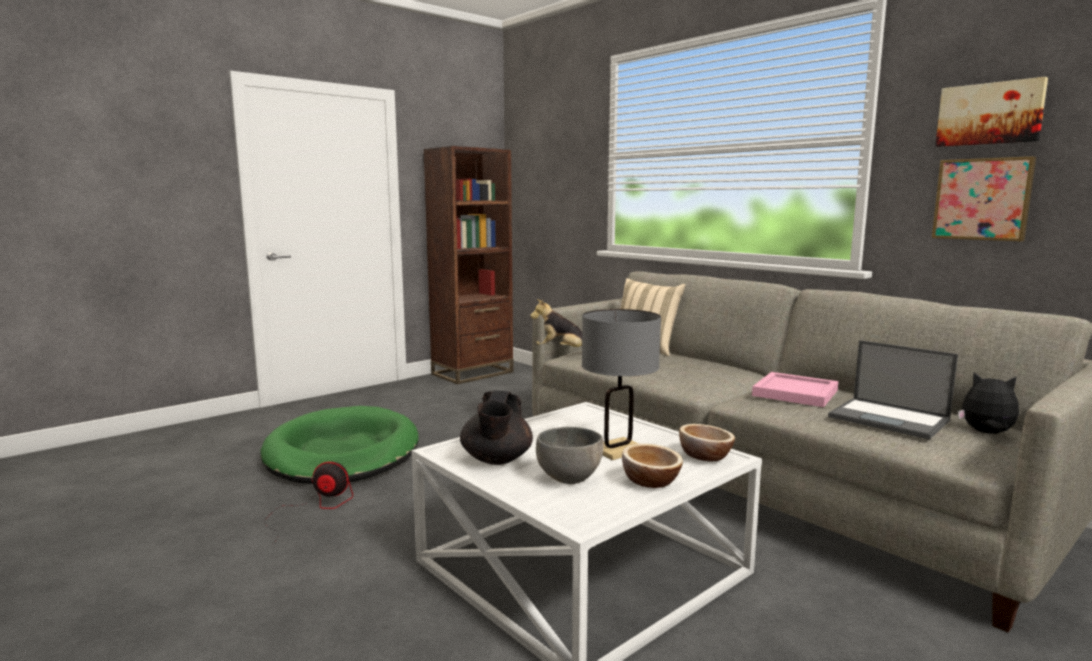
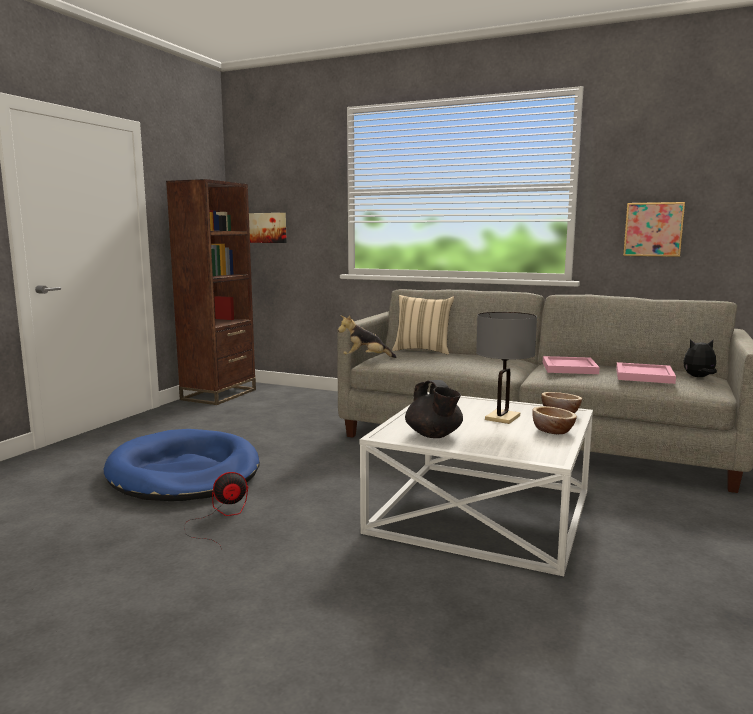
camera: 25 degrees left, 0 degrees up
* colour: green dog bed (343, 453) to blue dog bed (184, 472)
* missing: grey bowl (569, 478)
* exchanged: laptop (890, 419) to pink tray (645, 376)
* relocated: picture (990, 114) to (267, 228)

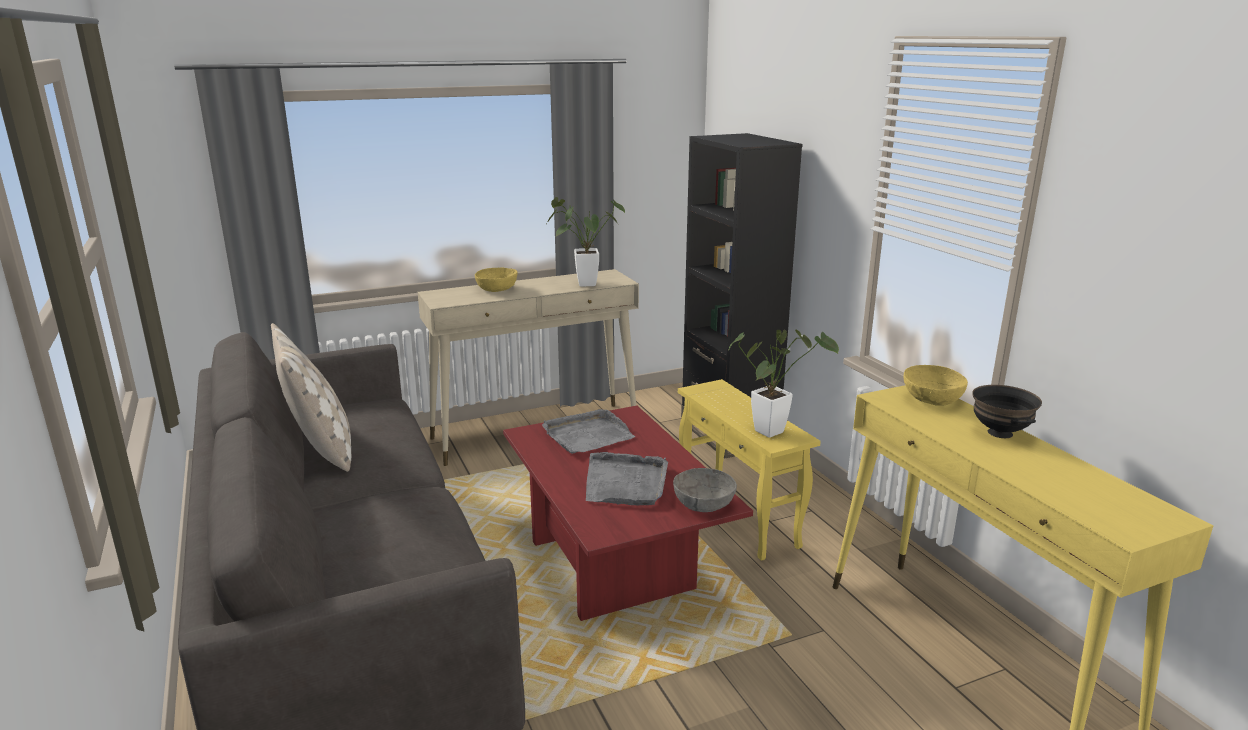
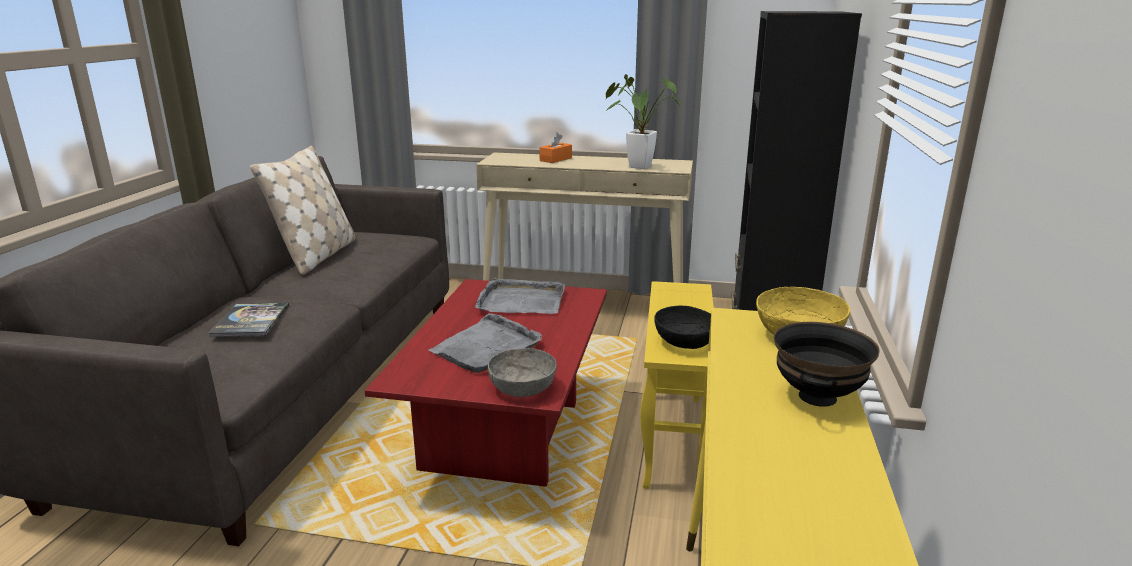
camera: 35 degrees right, 0 degrees up
* exchanged: yellow bowl (497, 289) to orange tissue box (555, 159)
* exchanged: potted plant (774, 430) to black bowl (685, 342)
* appeared: book (251, 321)

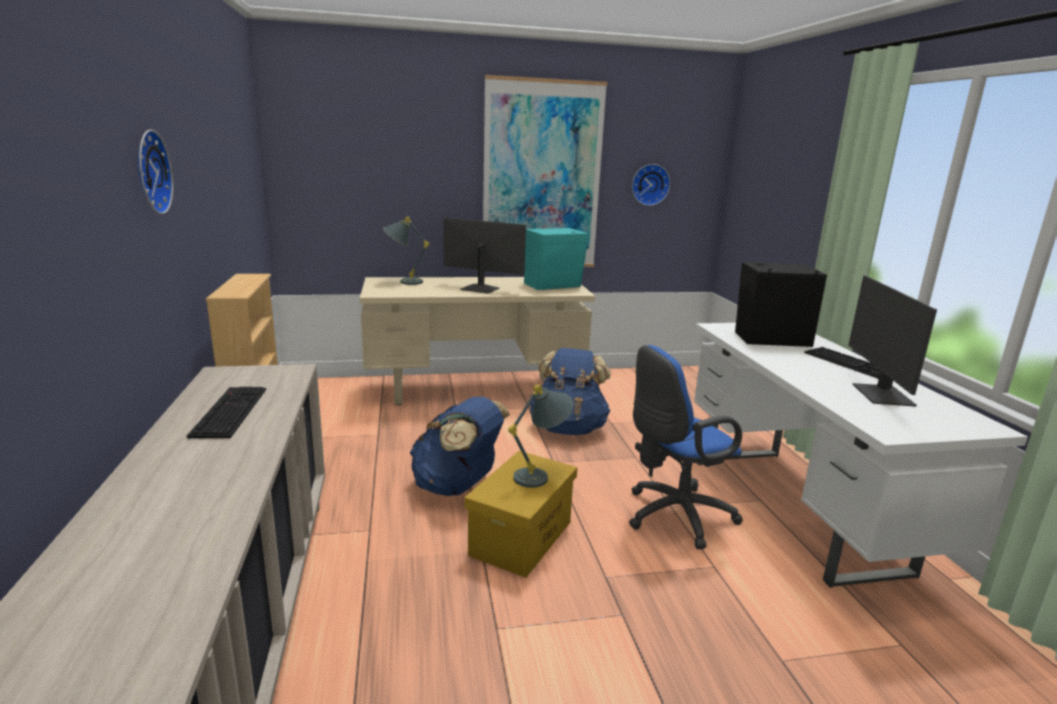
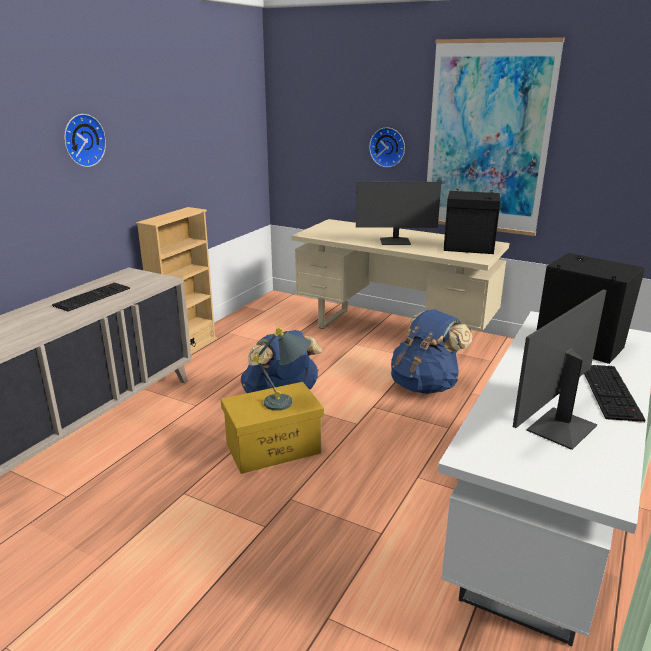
camera: 40 degrees right, 5 degrees up
* missing: grey table lamp (403, 282)
* spun: monitor (480, 288) = (395, 242) 120 degrees clockwise
* colour: turquoise speaker (554, 285) to black speaker (469, 249)
* missing: blue office chair (673, 516)
* relocated: wall clock (649, 184) to (388, 147)

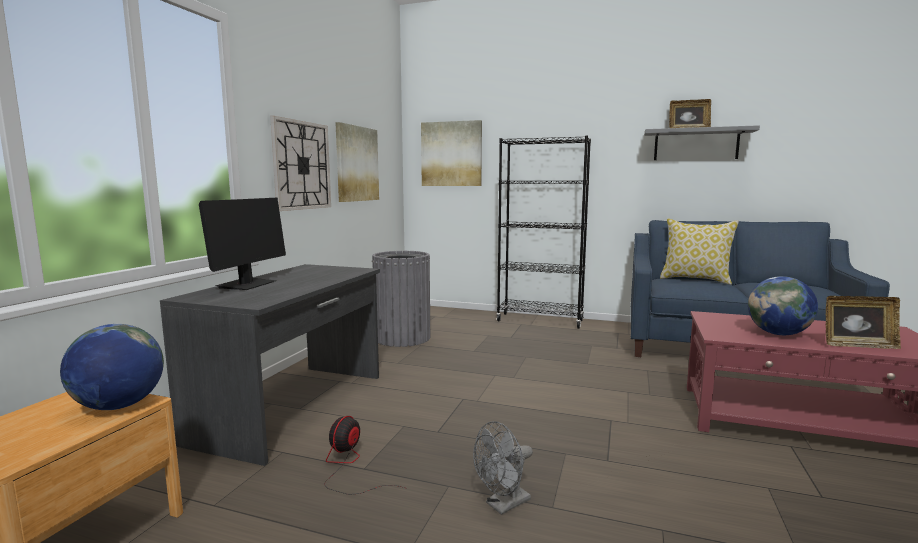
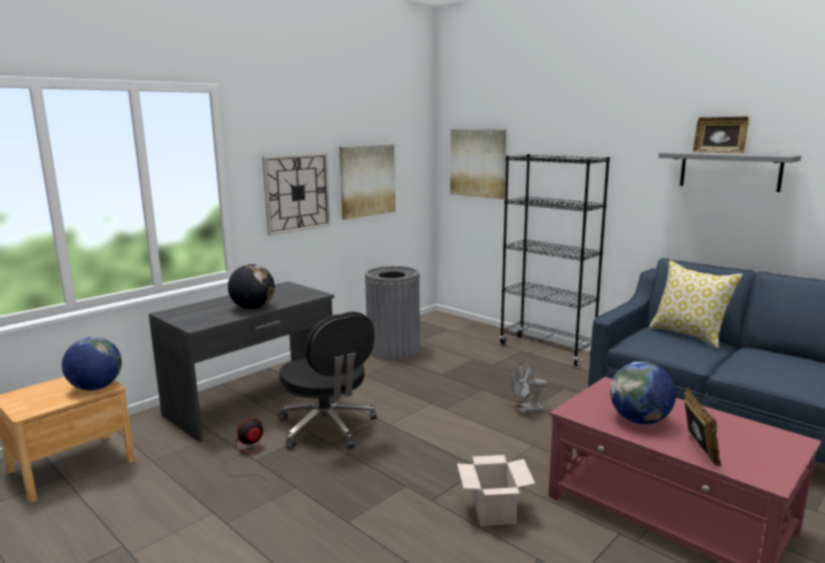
camera: 25 degrees right, 5 degrees up
* missing: monitor (247, 285)
* relocated: grey fan (503, 505) to (526, 410)
* spun: picture frame (858, 345) = (697, 450) 120 degrees counterclockwise
* appeared: globe (253, 308)
* appeared: black office chair (327, 427)
* appeared: cardboard box (492, 510)

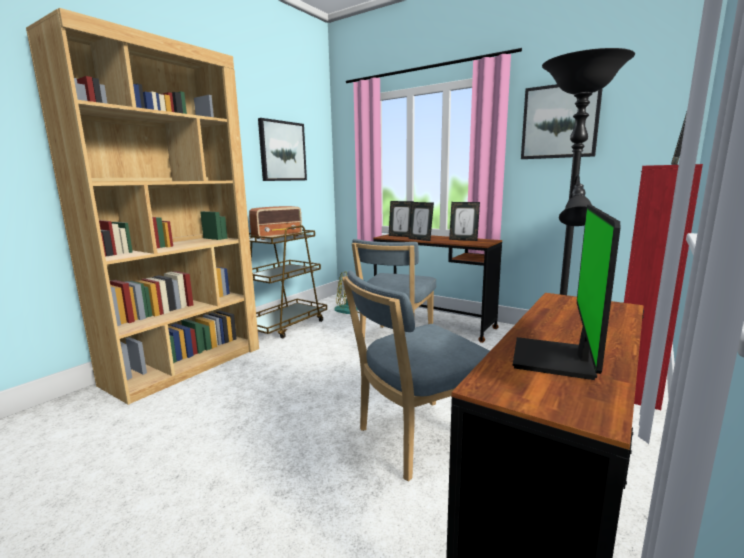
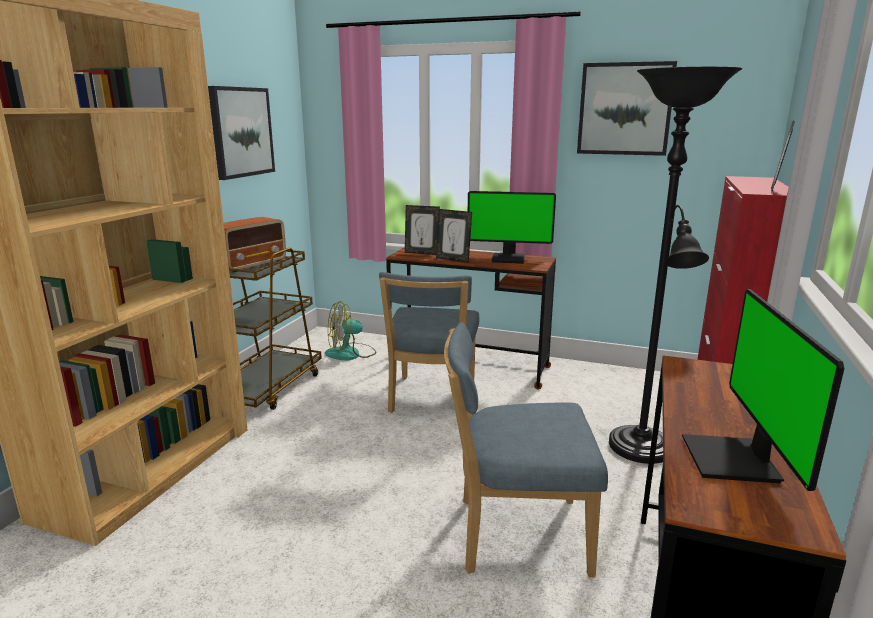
camera: 15 degrees left, 5 degrees up
* spun: blue chair (416, 439) = (515, 535) 45 degrees clockwise
* exchanged: picture frame (463, 240) to monitor (509, 258)

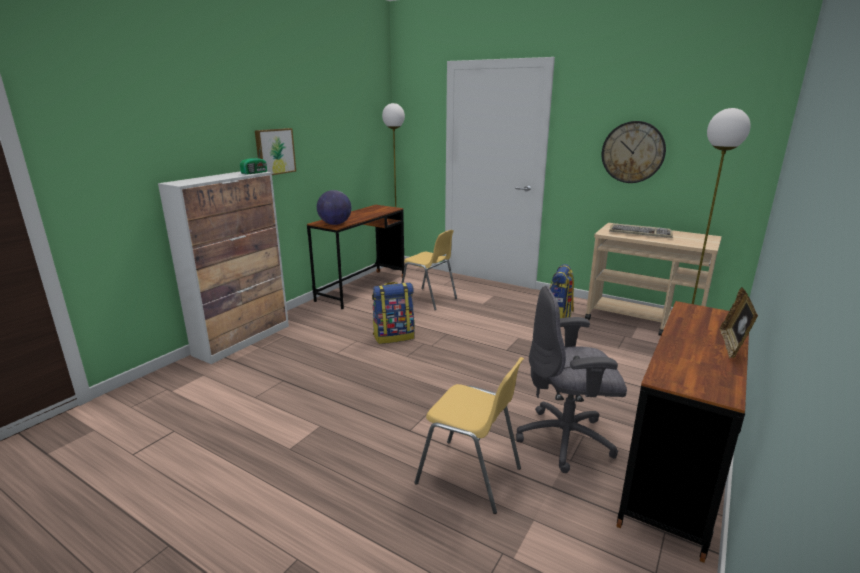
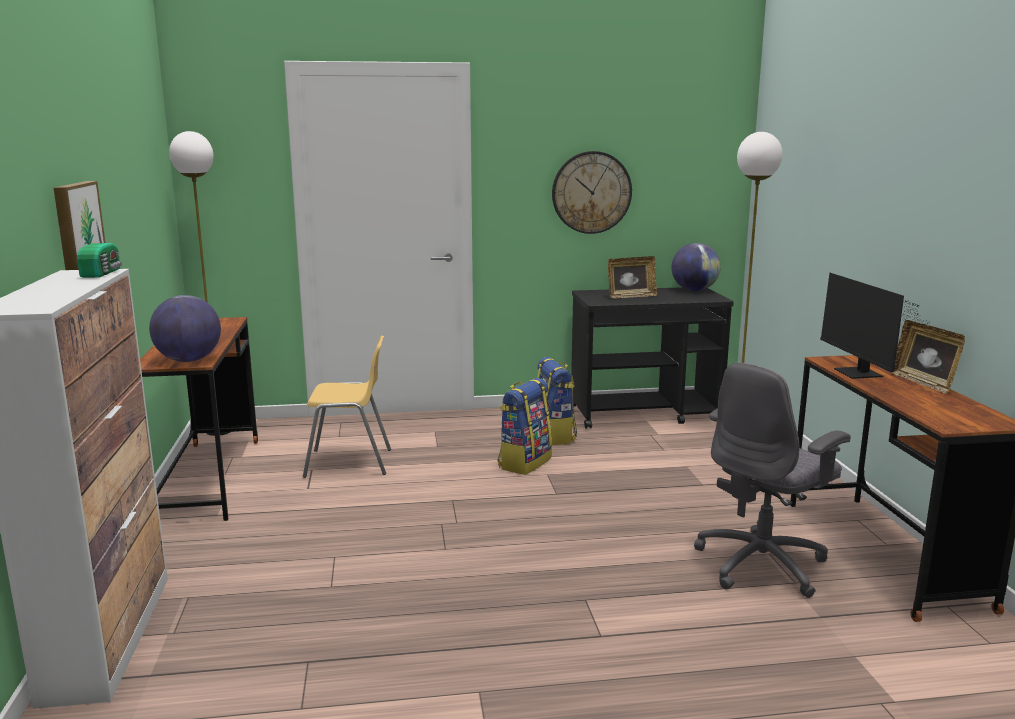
camera: 40 degrees left, 5 degrees down
* relocated: backpack (394, 336) to (524, 462)
* missing: yellow chair (470, 476)
* colour: beige cart (644, 322) to black cart (645, 414)
* exchanged: keyboard (640, 233) to picture frame (631, 296)
* appeared: globe (694, 290)
* appeared: monitor (860, 375)

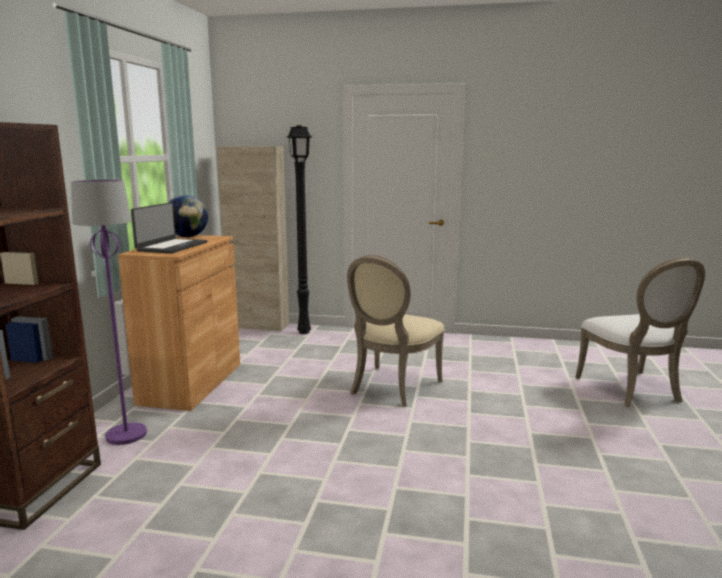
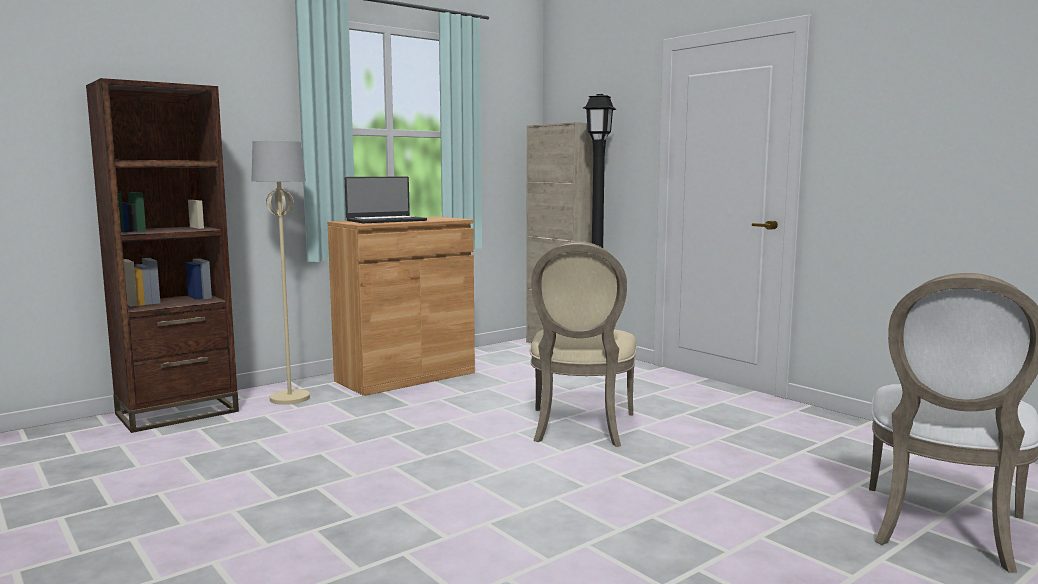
camera: 40 degrees right, 5 degrees down
* colour: purple floor lamp (126, 435) to beige floor lamp (290, 398)
* missing: globe (187, 237)
* spun: beige chair (391, 388) = (580, 428) 60 degrees counterclockwise

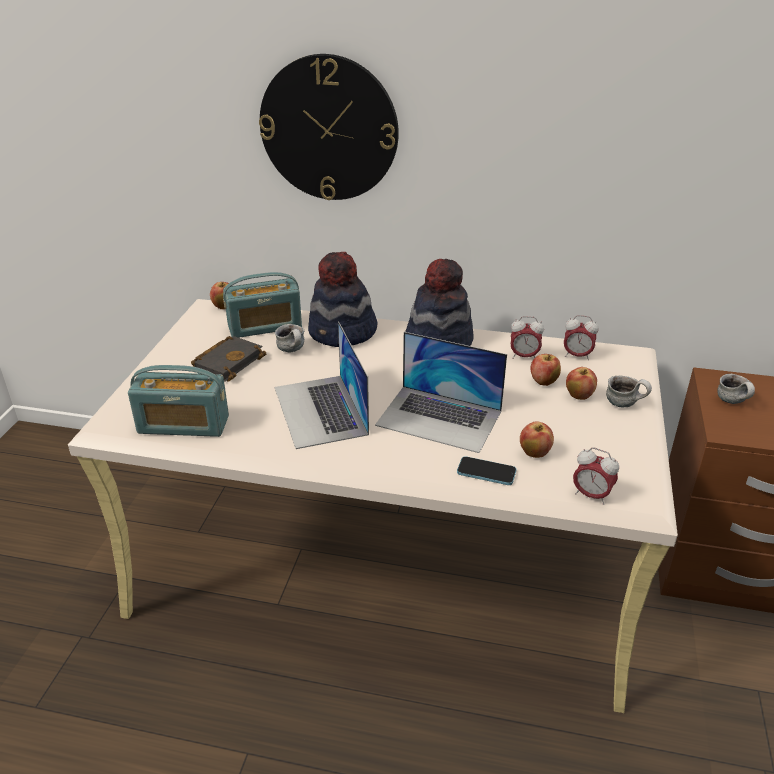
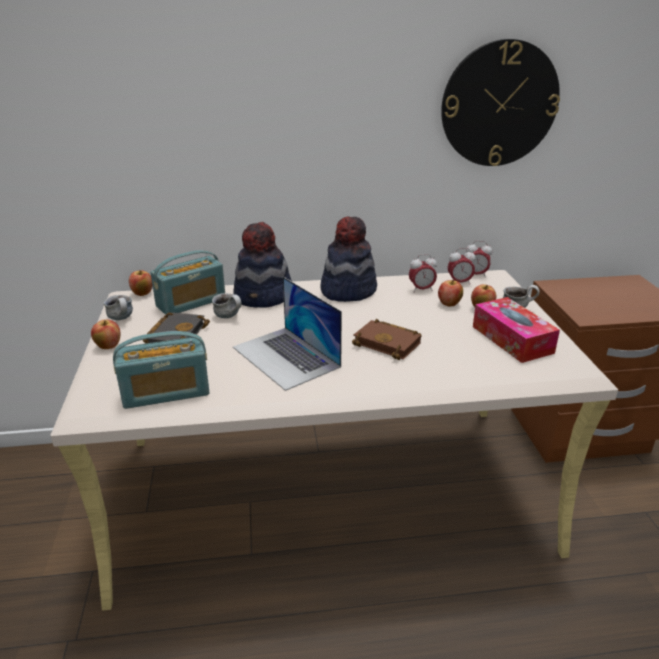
camera: 20 degrees left, 5 degrees down
* relocated: wall clock (329, 129) to (499, 104)
* exchanged: laptop (439, 418) to brown book (389, 343)
* missing: phone (486, 472)
* relocated: apple (534, 453) to (108, 346)
* relocated: alarm clock (591, 495) to (476, 275)
* relocated: mug (734, 402) to (123, 319)
* appeared: tissue box (512, 339)

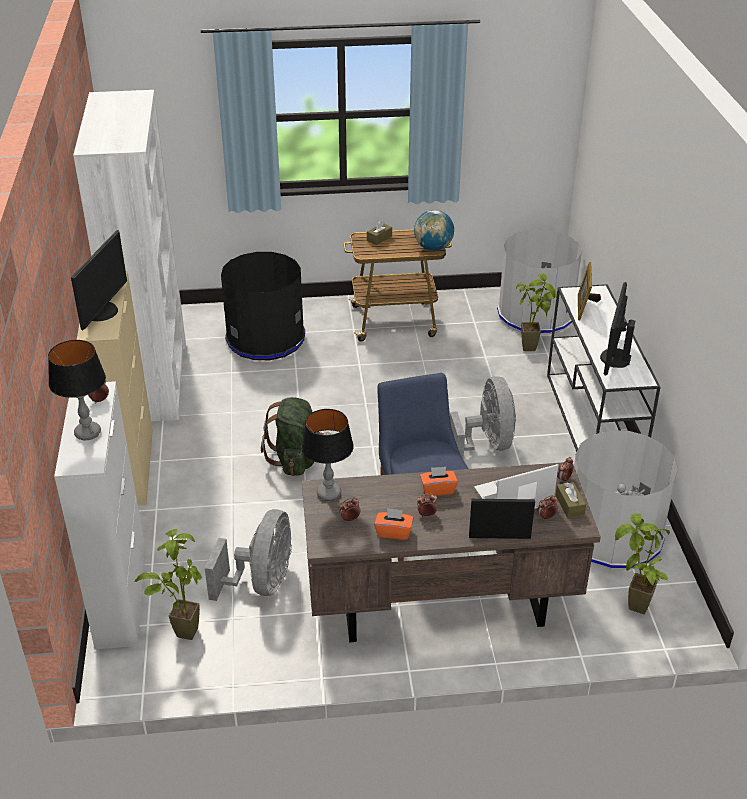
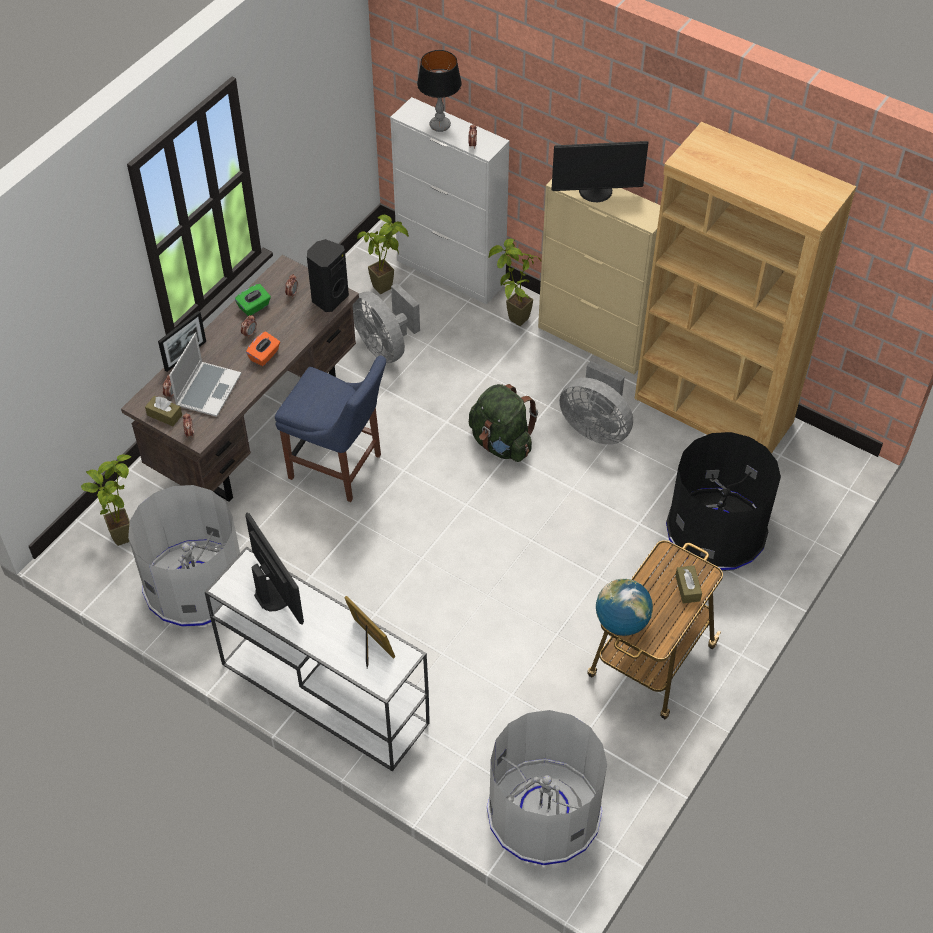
camera: 130 degrees right, 15 degrees up
* spun: monitor (102, 312) = (596, 192) 60 degrees counterclockwise
* colour: white bookcase (155, 380) to brown bookcase (713, 411)
* exchanged: table lamp (328, 493) to black speaker (329, 298)
* colour: orange tissue box (394, 532) to green tissue box (254, 307)
* relocated: grey fan (486, 444) to (596, 428)
* relocated: potted plant (535, 349) to (512, 322)

